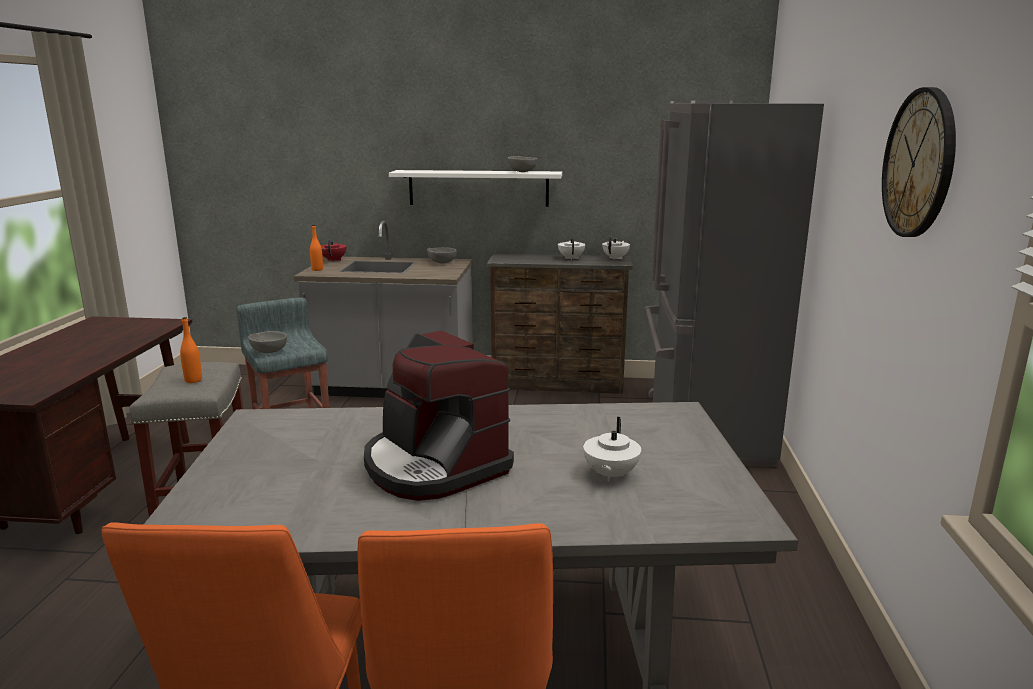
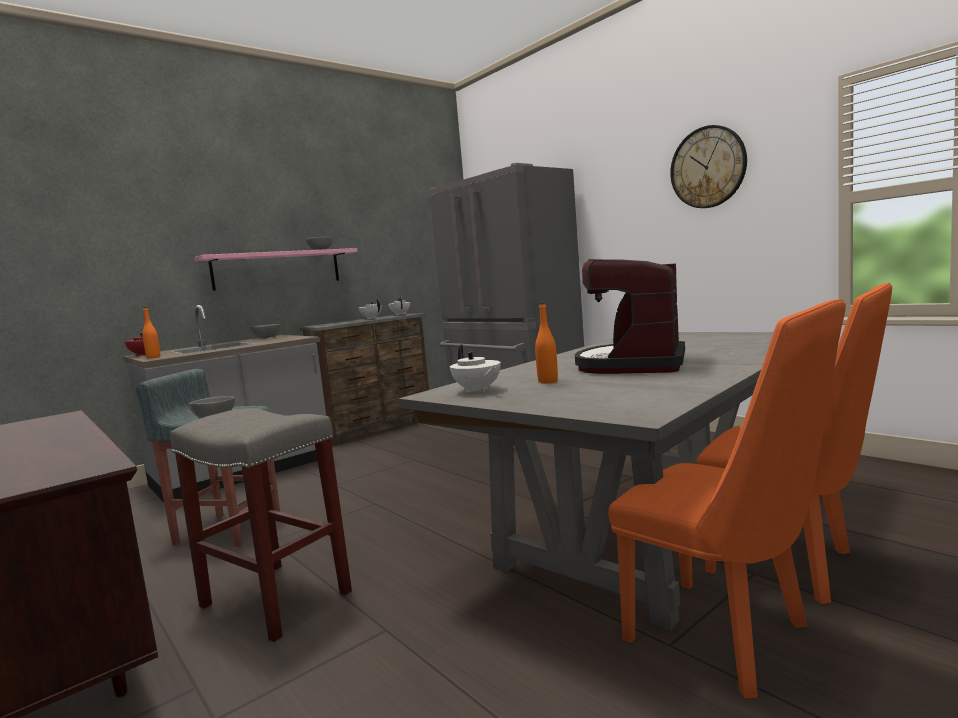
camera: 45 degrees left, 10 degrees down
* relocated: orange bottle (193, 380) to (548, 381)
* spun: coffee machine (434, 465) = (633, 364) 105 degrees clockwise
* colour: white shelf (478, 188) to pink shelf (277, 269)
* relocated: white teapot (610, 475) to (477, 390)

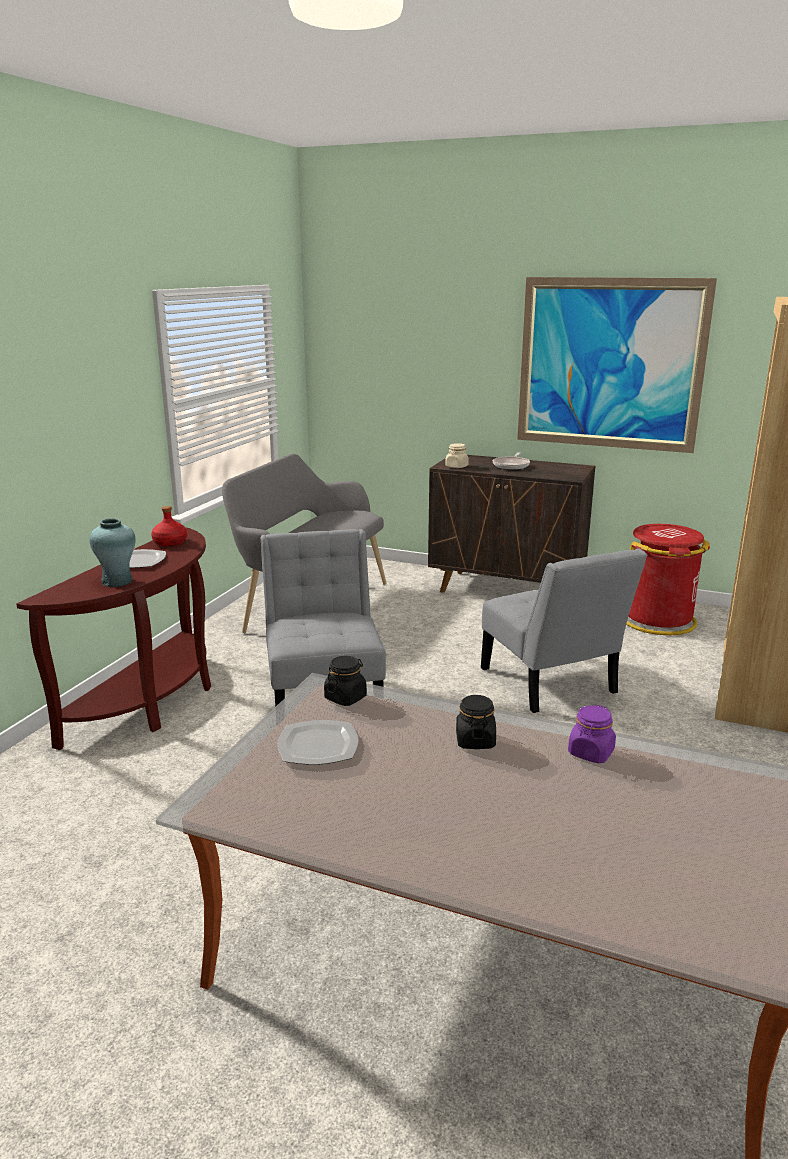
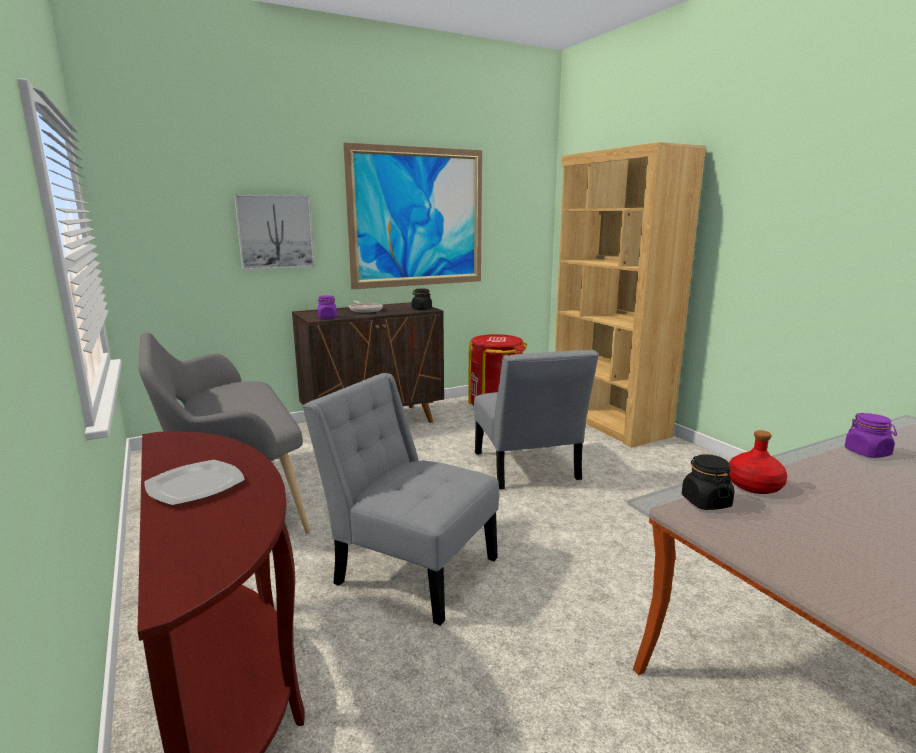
camera: 50 degrees left, 5 degrees down
* missing: turquoise vase (117, 581)
* relocated: red bottle (170, 542) to (753, 485)
* missing: plate (317, 746)
* colour: beige jar (456, 466) to purple jar (327, 317)
* relocated: black jar (475, 741) to (421, 308)
* spun: grey chair (551, 684) = (527, 469) 60 degrees clockwise
* appeared: picture (275, 232)

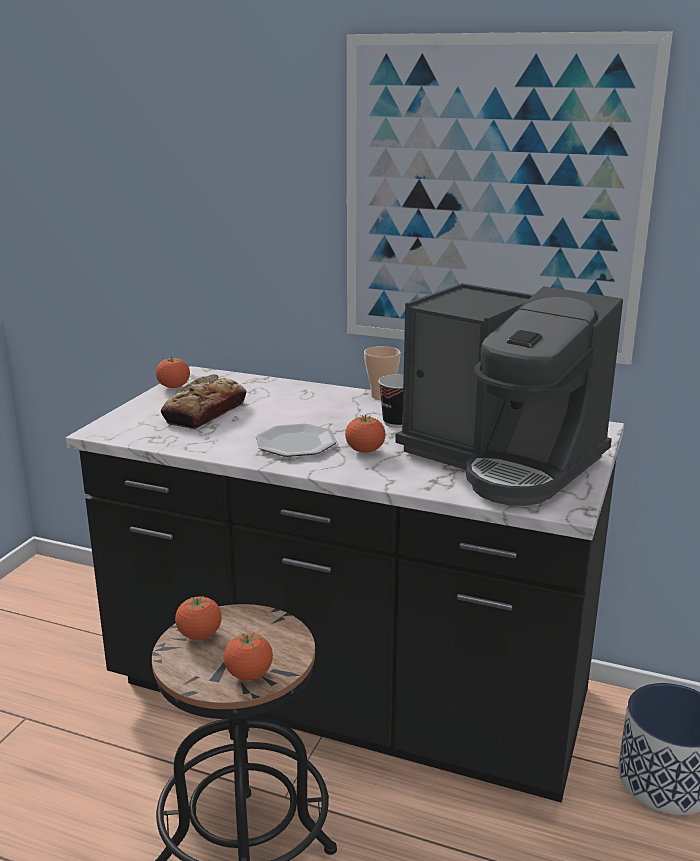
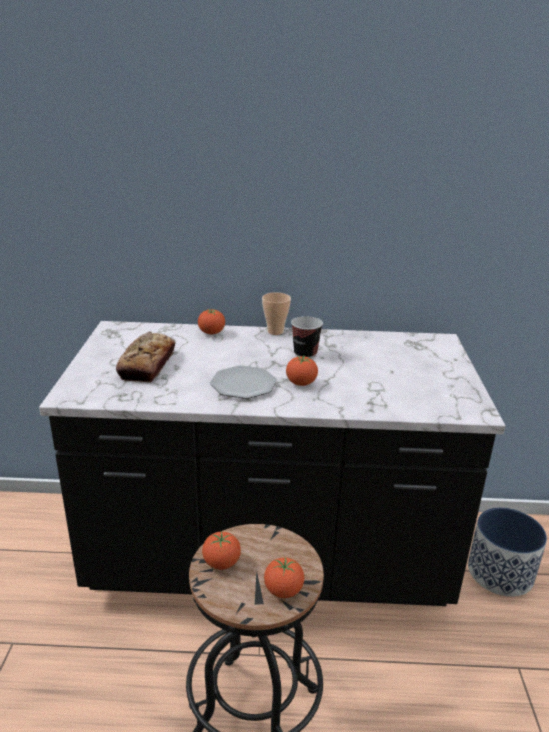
camera: 20 degrees left, 5 degrees up
* relocated: tomato (174, 387) to (211, 333)
* missing: picture (490, 200)
* missing: coffee machine (503, 460)

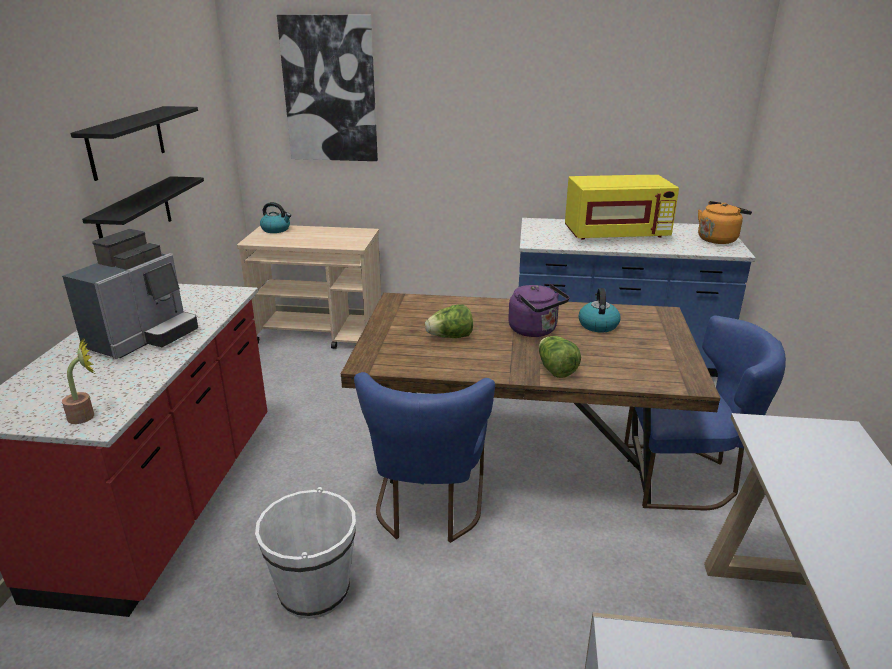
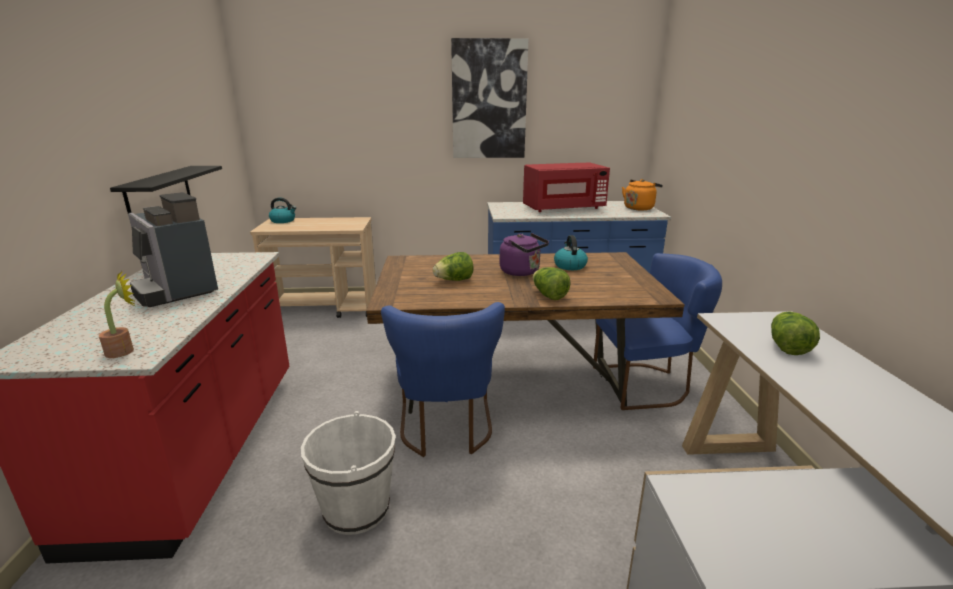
camera: 10 degrees left, 5 degrees down
* spun: coffee machine (144, 338) = (176, 290) 120 degrees clockwise
* missing: black shelf (126, 142)
* relocated: picture (330, 90) to (489, 100)
* colour: yellow microwave (616, 234) to red microwave (563, 208)
* appeared: lettuce (787, 347)

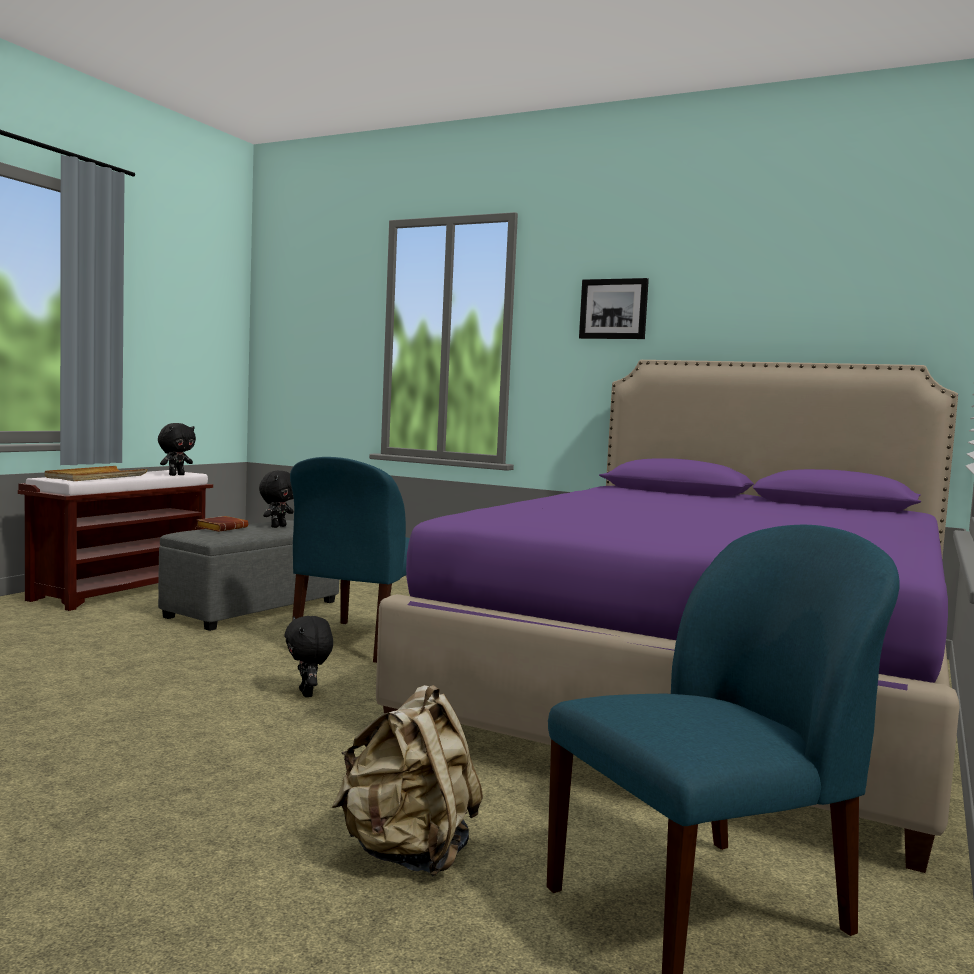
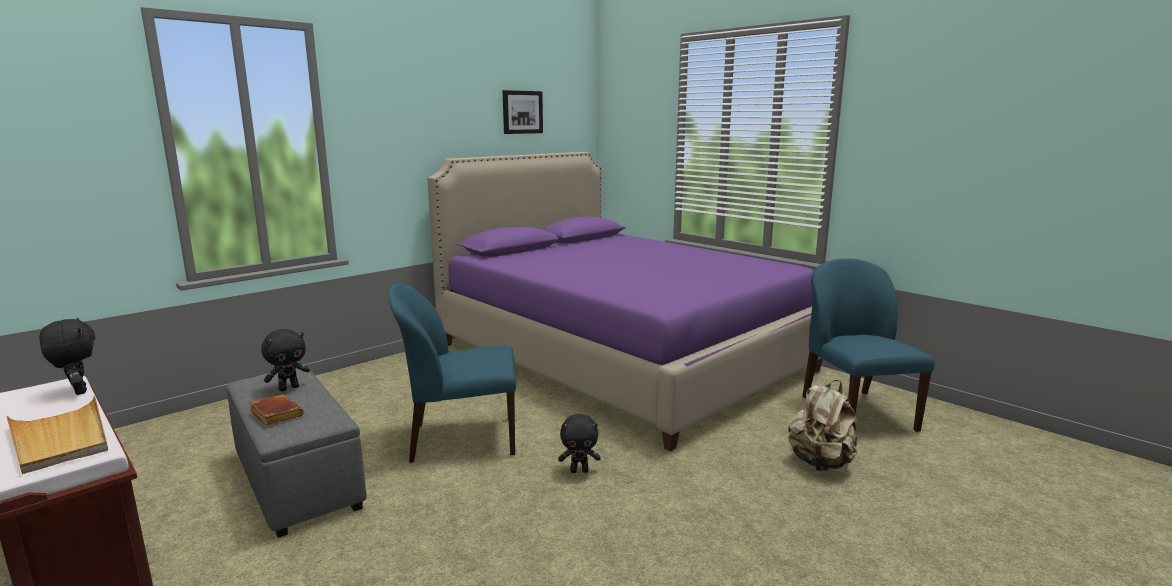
camera: 70 degrees left, 10 degrees up
* spun: black plush toy (278, 526) = (289, 388) 90 degrees clockwise
* spun: blue chair (358, 643) = (461, 439) 135 degrees clockwise
* relocated: picture (613, 309) to (522, 112)

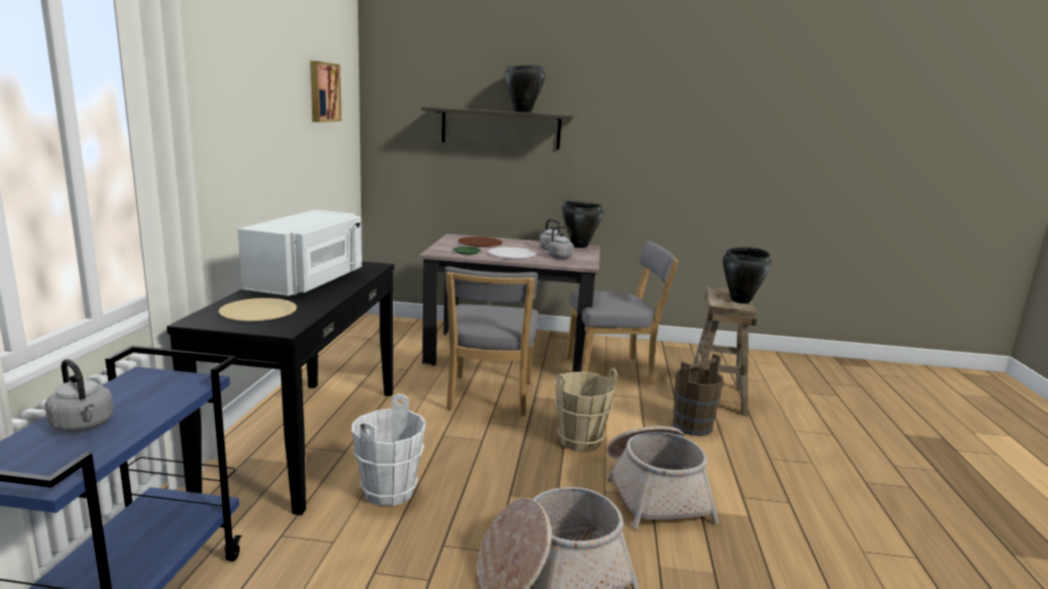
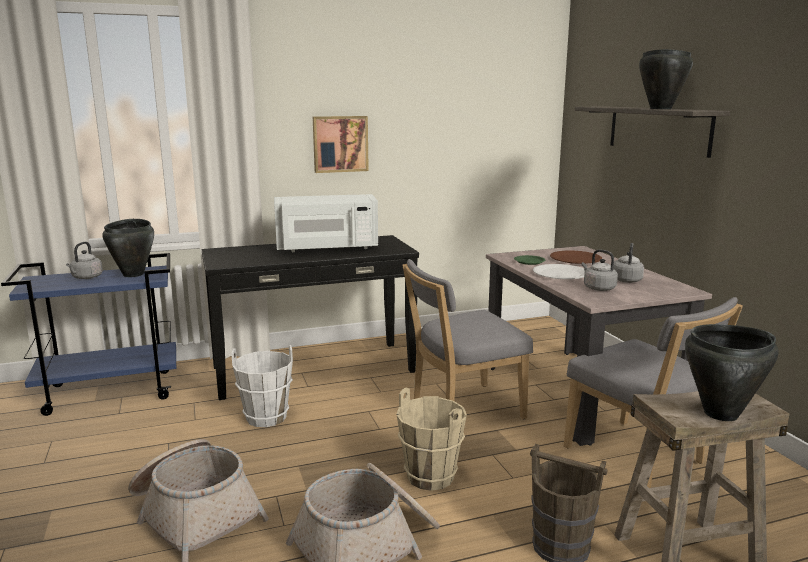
camera: 65 degrees right, 0 degrees up
* missing: beige plate (258, 312)
* relocated: picture (323, 92) to (340, 144)
* relocated: black cooking pot (579, 246) to (134, 274)

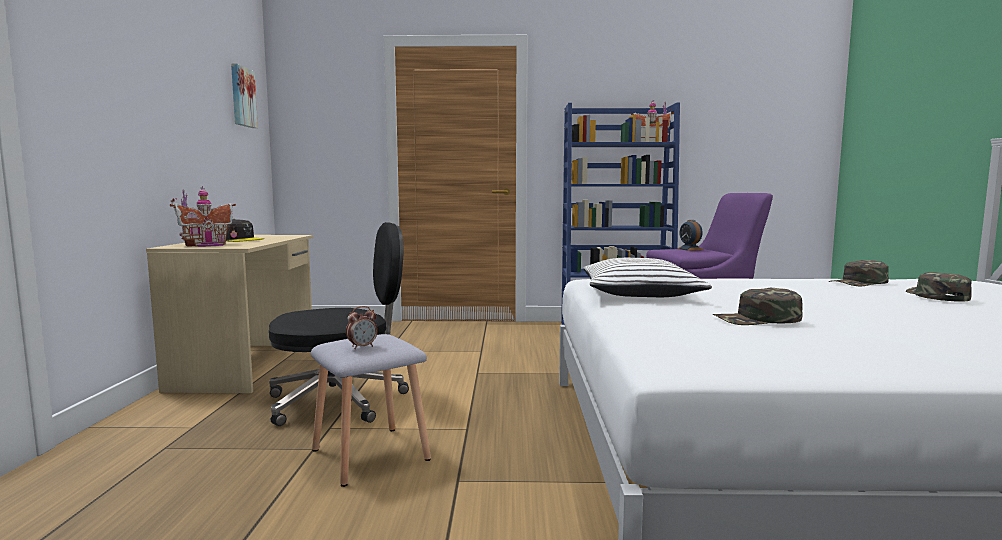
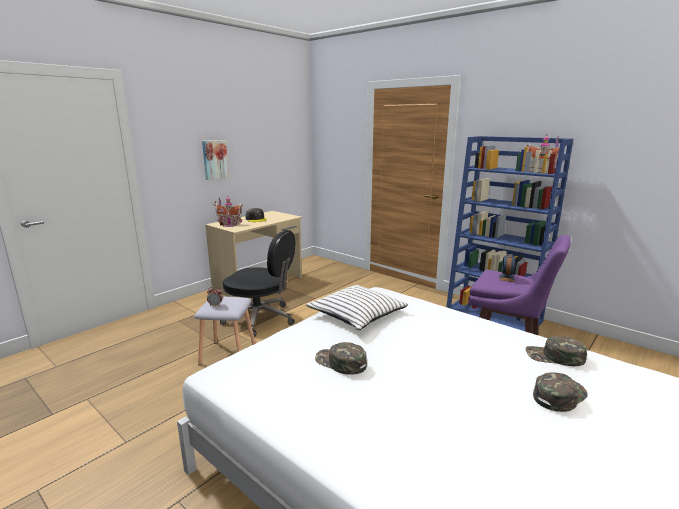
camera: 40 degrees right, 10 degrees up
* relocated: picture (242, 97) to (214, 159)

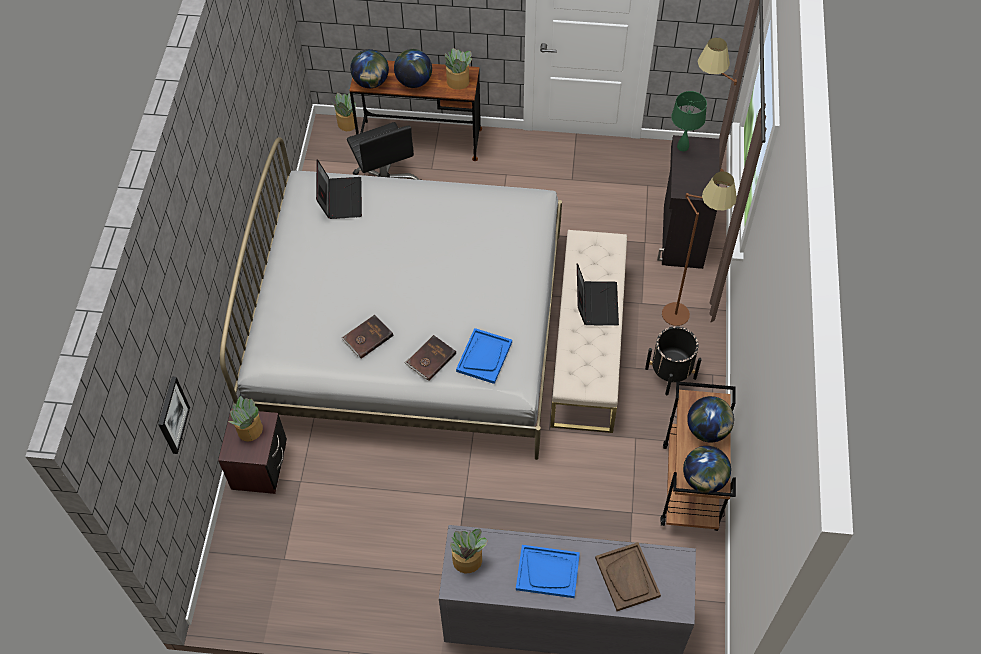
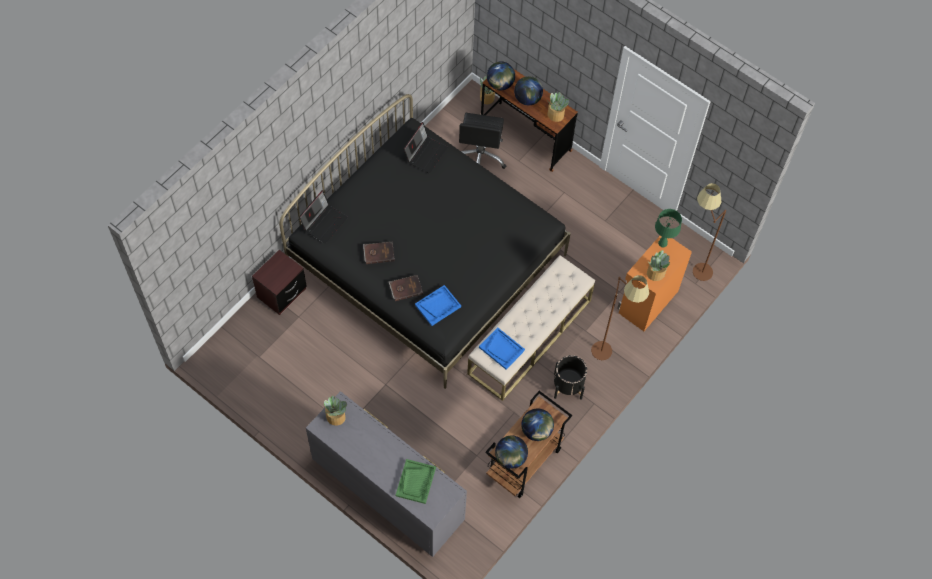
camera: 30 degrees right, 5 degrees up
* missing: picture (172, 415)
* colour: white bed (409, 329) to black bed (427, 261)
* relocated: potted plant (249, 430) to (655, 273)
* relocated: blue tray (548, 572) to (501, 349)
* relocated: laptop (595, 303) to (324, 222)
* colour: brown tray (627, 577) to green tray (415, 482)
* colour: black cabinet (681, 236) to orange cabinet (647, 301)

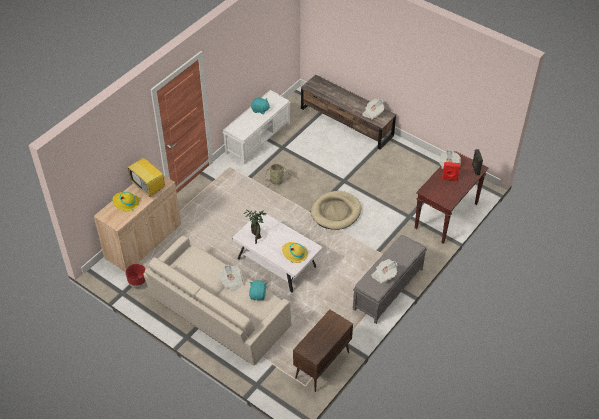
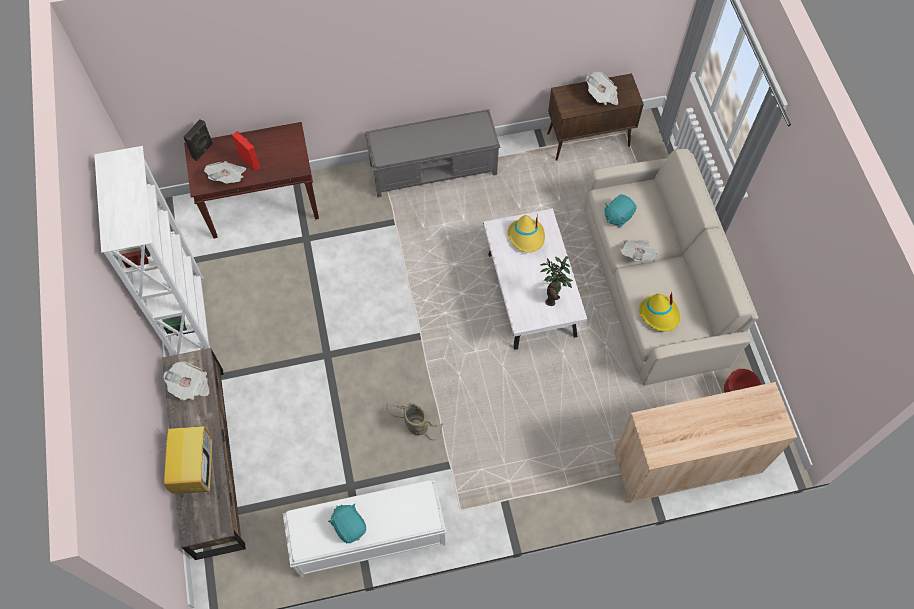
camera: 140 degrees left, 15 degrees up
* relocated: yellow hat (126, 203) to (659, 314)
* relocated: television (149, 187) to (194, 467)
* missing: beige dog bed (336, 212)
* relocated: newspaper (384, 275) to (602, 95)
* appeared: white bookcase (190, 317)

